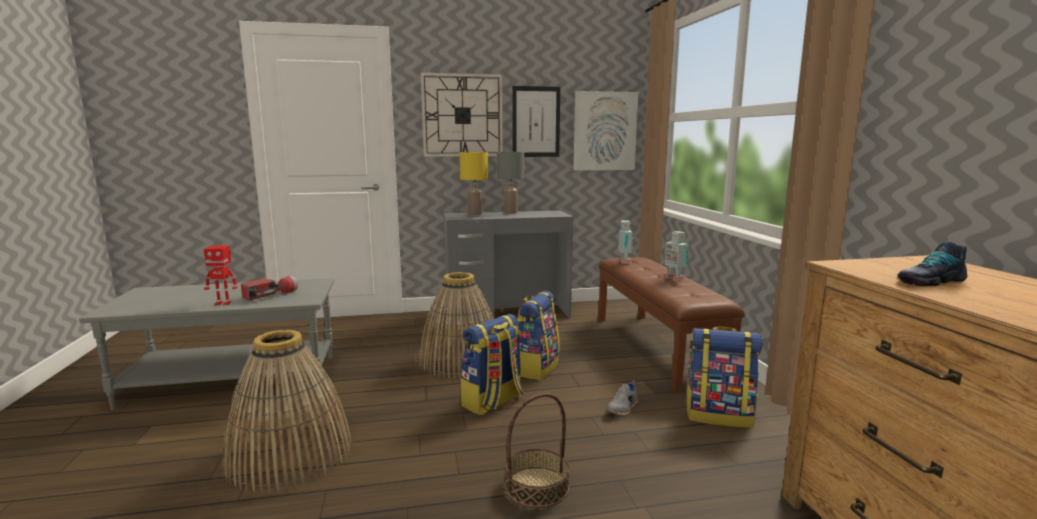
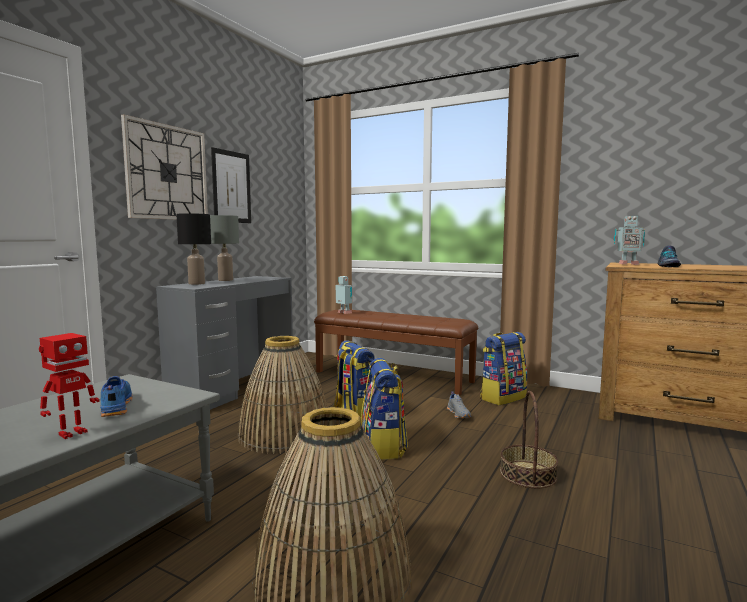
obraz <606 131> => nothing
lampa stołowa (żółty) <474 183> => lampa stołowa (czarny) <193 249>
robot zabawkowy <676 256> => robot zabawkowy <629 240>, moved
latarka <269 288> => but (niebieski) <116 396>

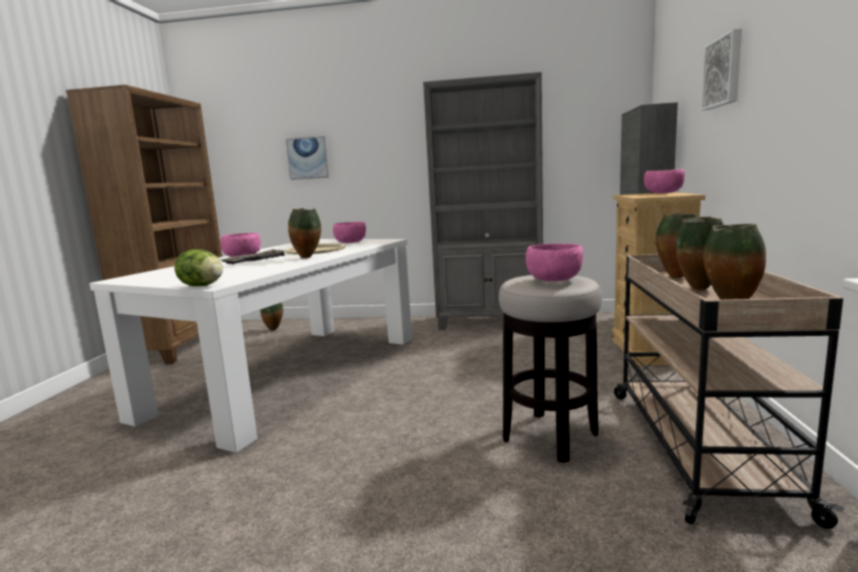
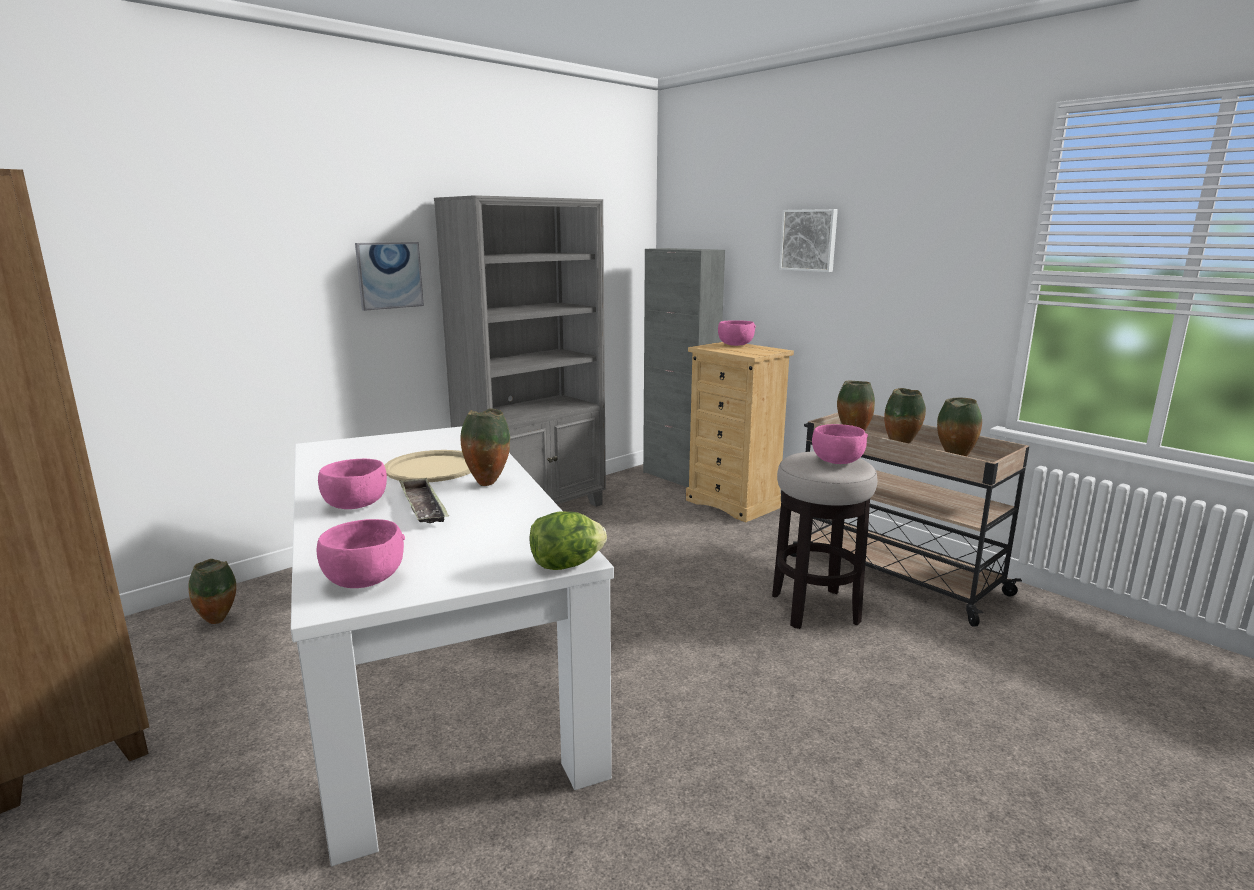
obraz <307 158> => obraz <389 276>, moved
miska (różowy) <349 232> => miska (różowy) <361 553>, moved

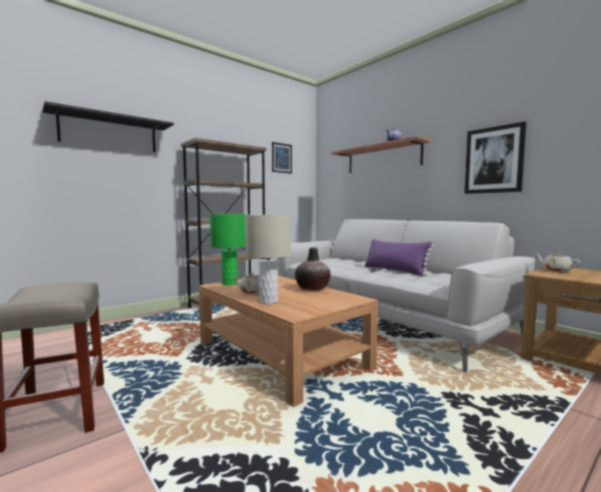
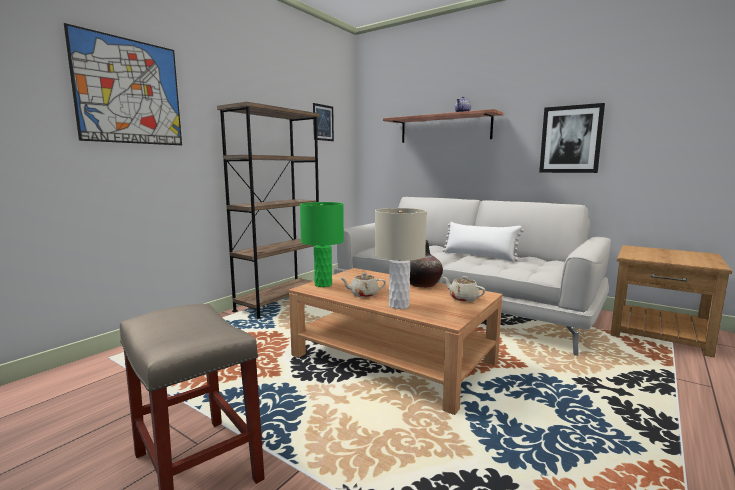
półka (czarny) <108 126> => obraz <123 84>
poduszka (fioletowy) <399 257> => poduszka (biały) <483 242>
imbryk (beżowy) <558 262> => imbryk (beżowy) <464 289>, moved

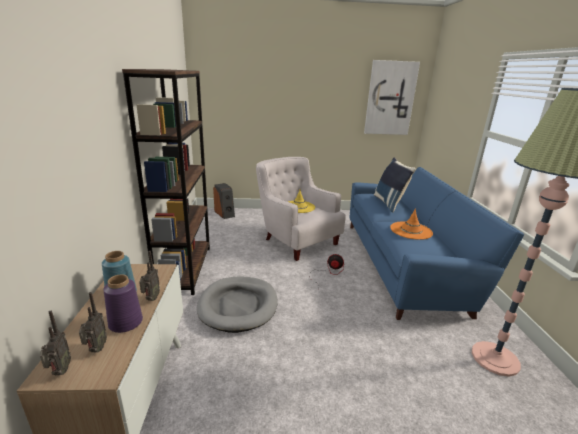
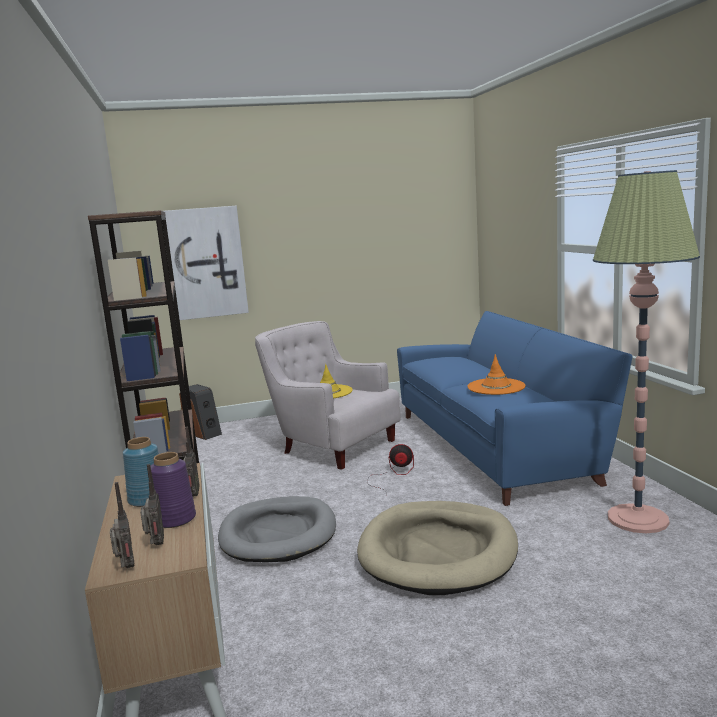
obraz <392 97> => obraz <206 263>, moved
poduszka (niebieski) <395 185> => nothing
nothing => legowisko (beżowy) <437 548>

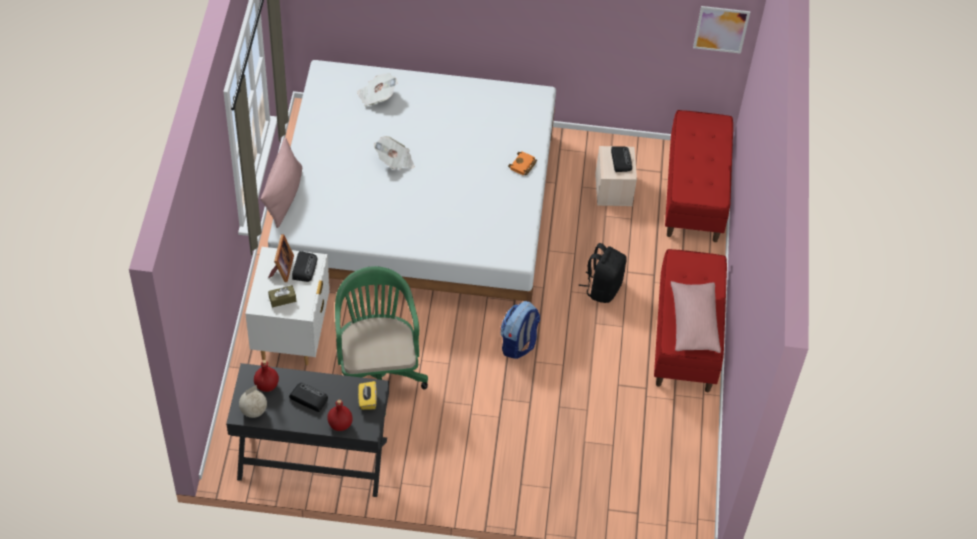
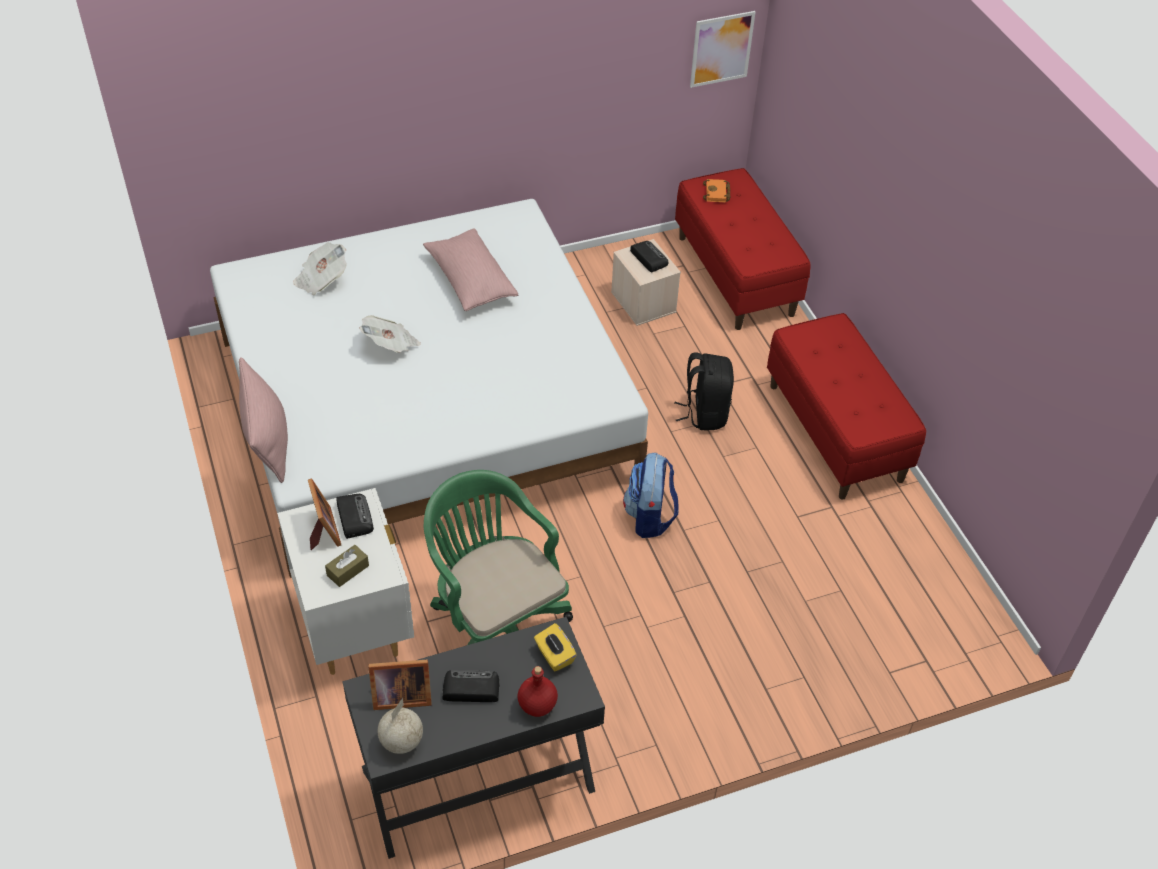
książka (pomarańczowy) <522 163> => książka (pomarańczowy) <716 190>, moved
poduszka (różowy) <696 317> => poduszka (różowy) <471 269>, moved
butelka (czerwony) <266 376> => ramka na zdjęcie <400 684>

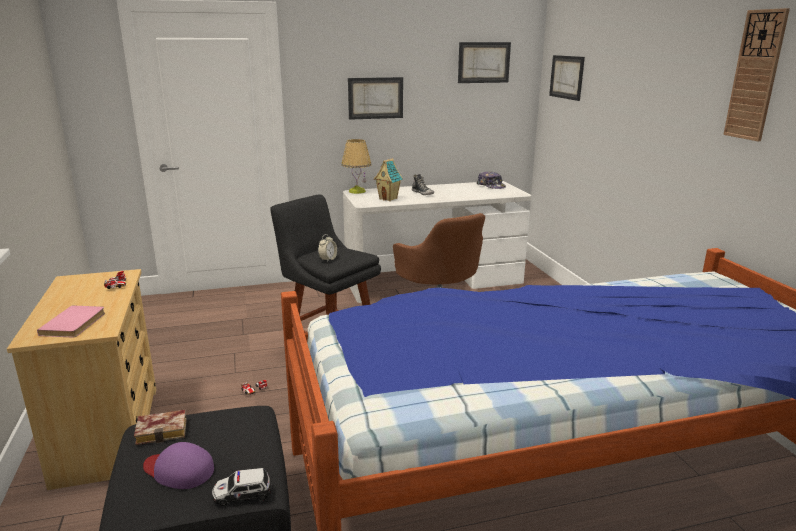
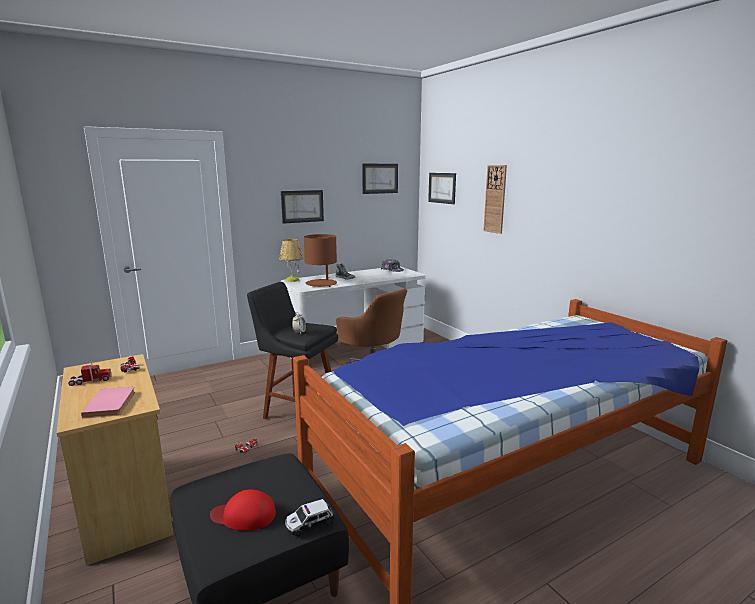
zegar ścienny <756 74> => zegar ścienny <495 199>, moved
domek <388 179> => lampa stołowa (brązowy) <320 260>
książka <160 427> => nothing
czapka z daszkiem (fioletowy) <178 465> => czapka z daszkiem (czerwony) <243 510>
nothing => ciężarówka zabawkowa <90 374>

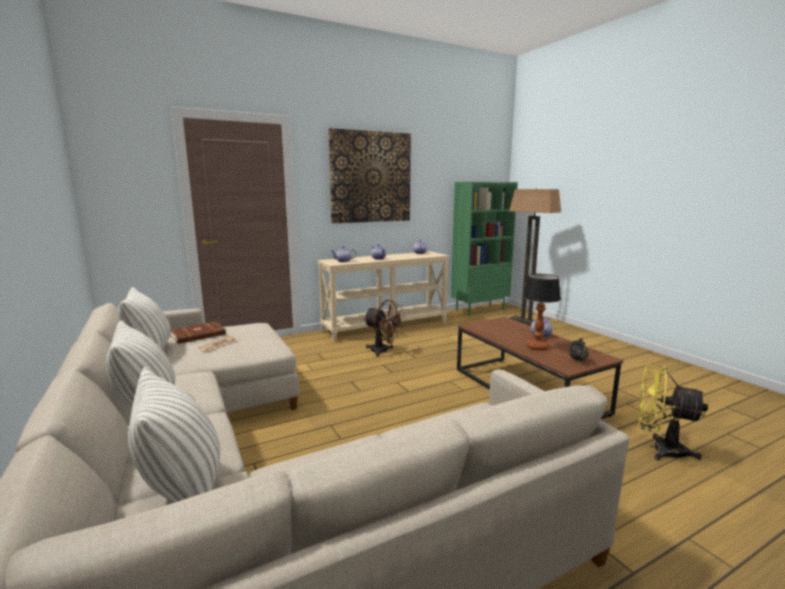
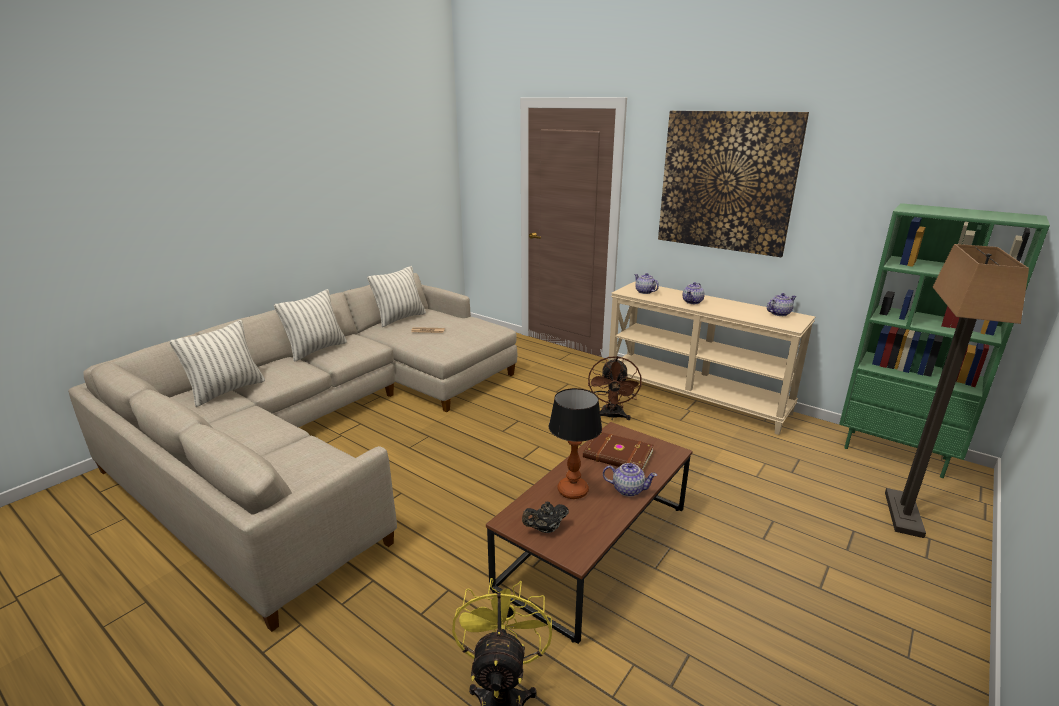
książka (brązowy) <198 333> => książka (brązowy) <618 451>, moved

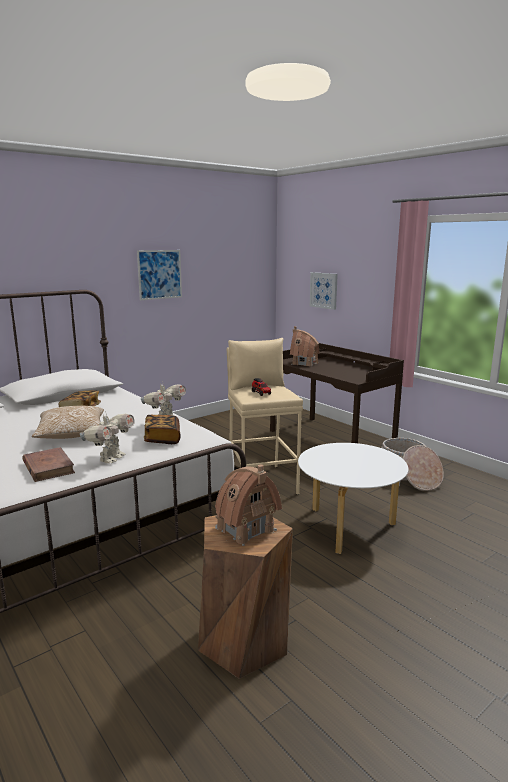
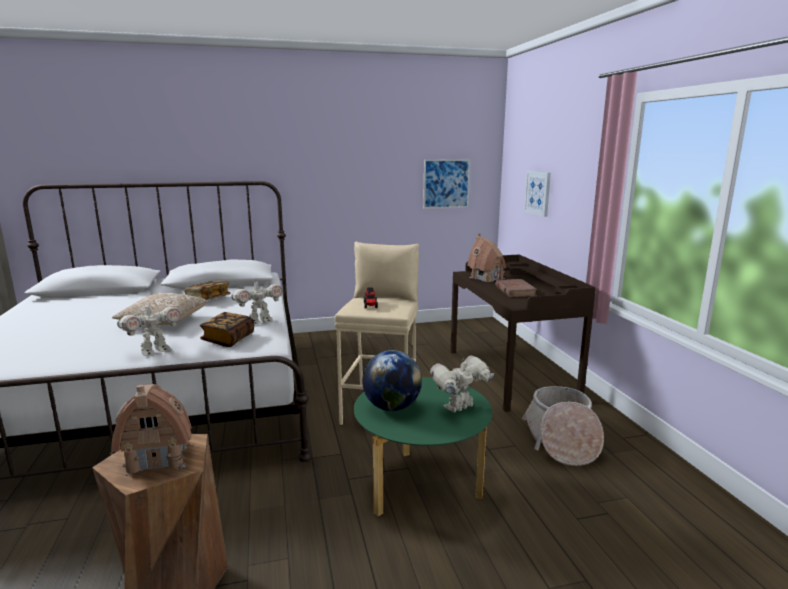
obraz <159 275> => obraz <446 184>, moved
ława (biały) <353 498> => ława (zielony) <423 447>
książka (brązowy) <48 464> => książka (brązowy) <516 288>, moved
nothing => globus <392 380>
nothing => robot zabawkowy <462 384>

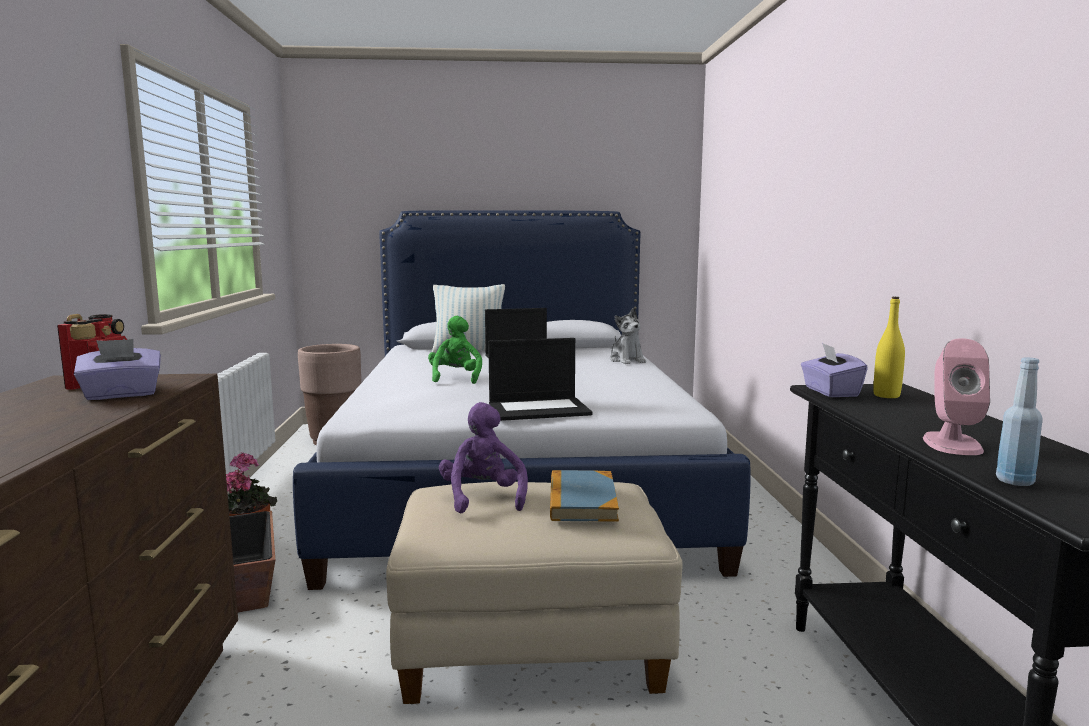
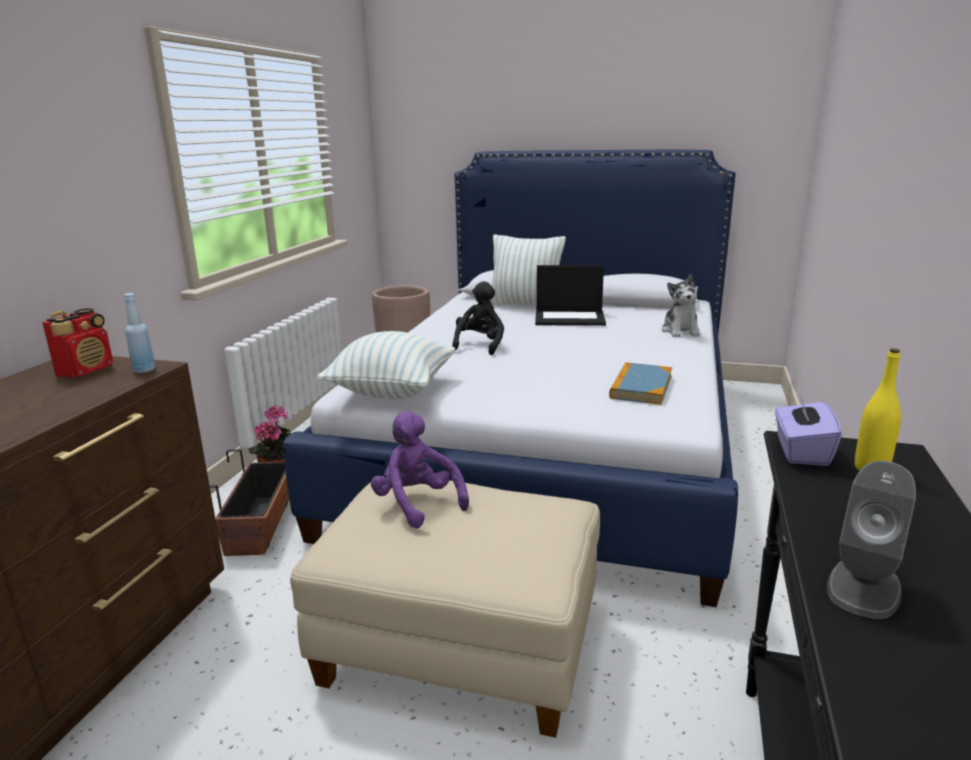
pluszak (zielony) <455 350> => pluszak (czarny) <478 318>
laptop <540 379> => nothing
głośnik (różowy) <956 396> => głośnik (szary) <871 540>
pudełko chusteczek (fioletowy) <117 369> => nothing
butelka (niebieski) <1019 421> => butelka (niebieski) <139 333>, moved
pluszak (fioletowy) <483 457> => pluszak (fioletowy) <420 470>, 45 degrees counterclockwise
książka <584 496> => książka <640 383>, moved
nothing => poduszka <386 365>

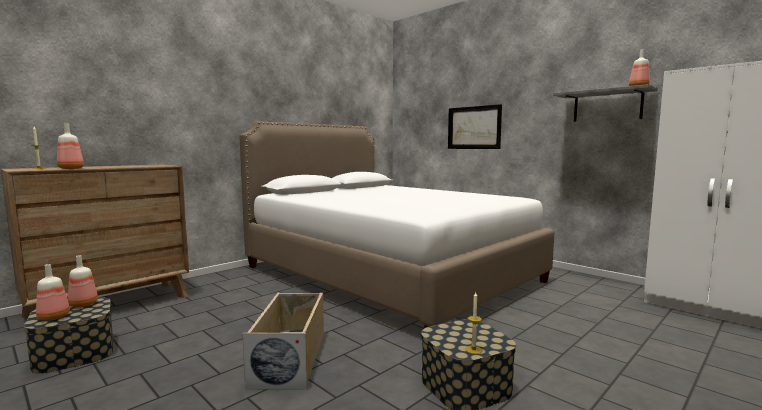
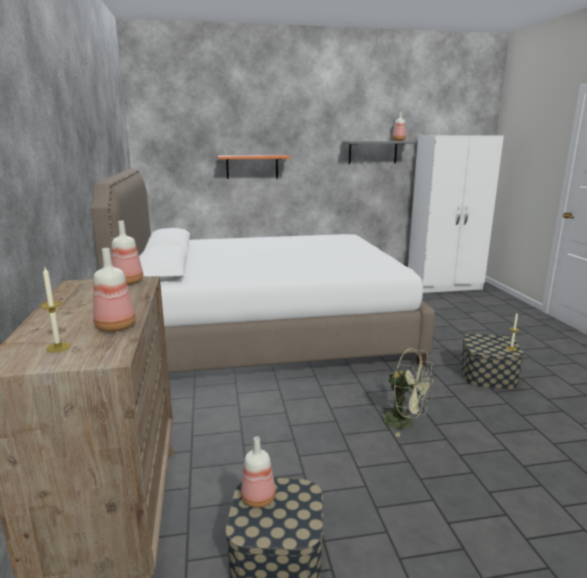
obraz <475 126> => półka (pomarańczowy) <253 167>
butelka <53 292> => butelka <127 253>, moved
pojemnik do przechowywania (beżowy) <283 341> => wentylator (zielony) <407 392>

